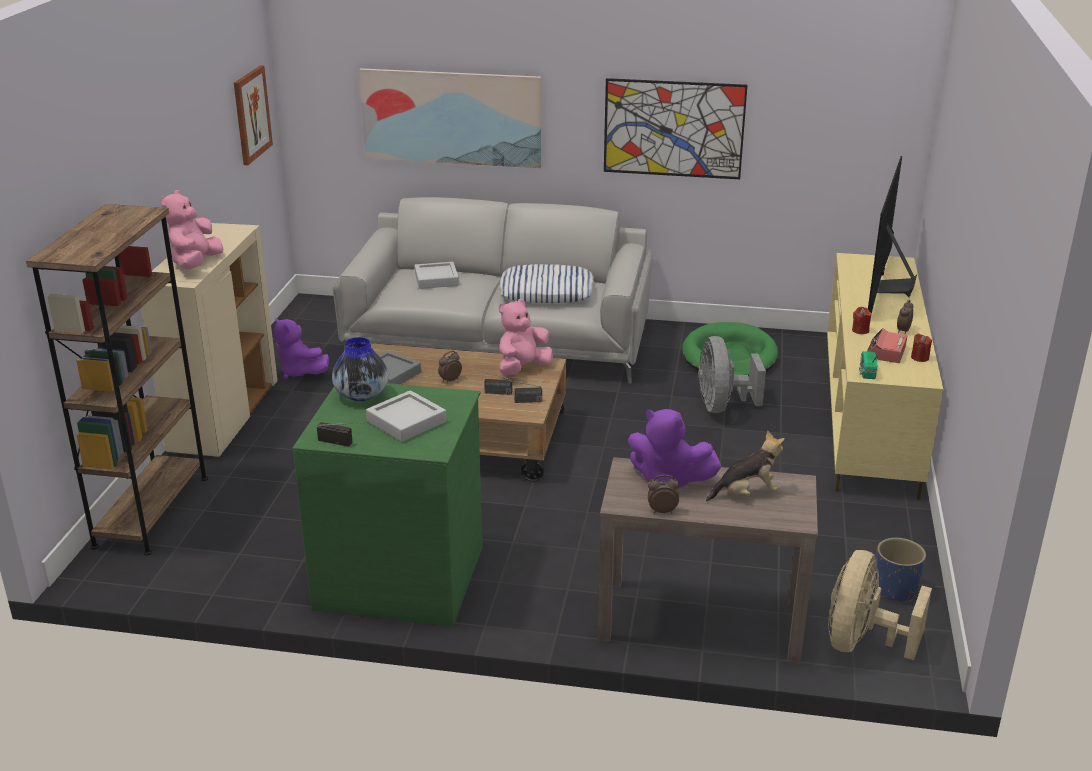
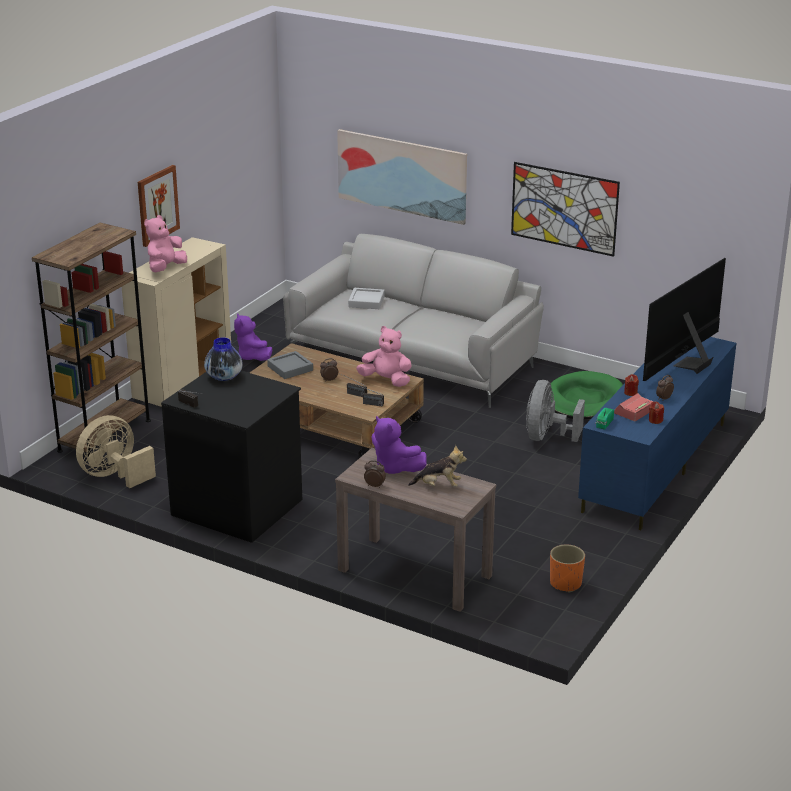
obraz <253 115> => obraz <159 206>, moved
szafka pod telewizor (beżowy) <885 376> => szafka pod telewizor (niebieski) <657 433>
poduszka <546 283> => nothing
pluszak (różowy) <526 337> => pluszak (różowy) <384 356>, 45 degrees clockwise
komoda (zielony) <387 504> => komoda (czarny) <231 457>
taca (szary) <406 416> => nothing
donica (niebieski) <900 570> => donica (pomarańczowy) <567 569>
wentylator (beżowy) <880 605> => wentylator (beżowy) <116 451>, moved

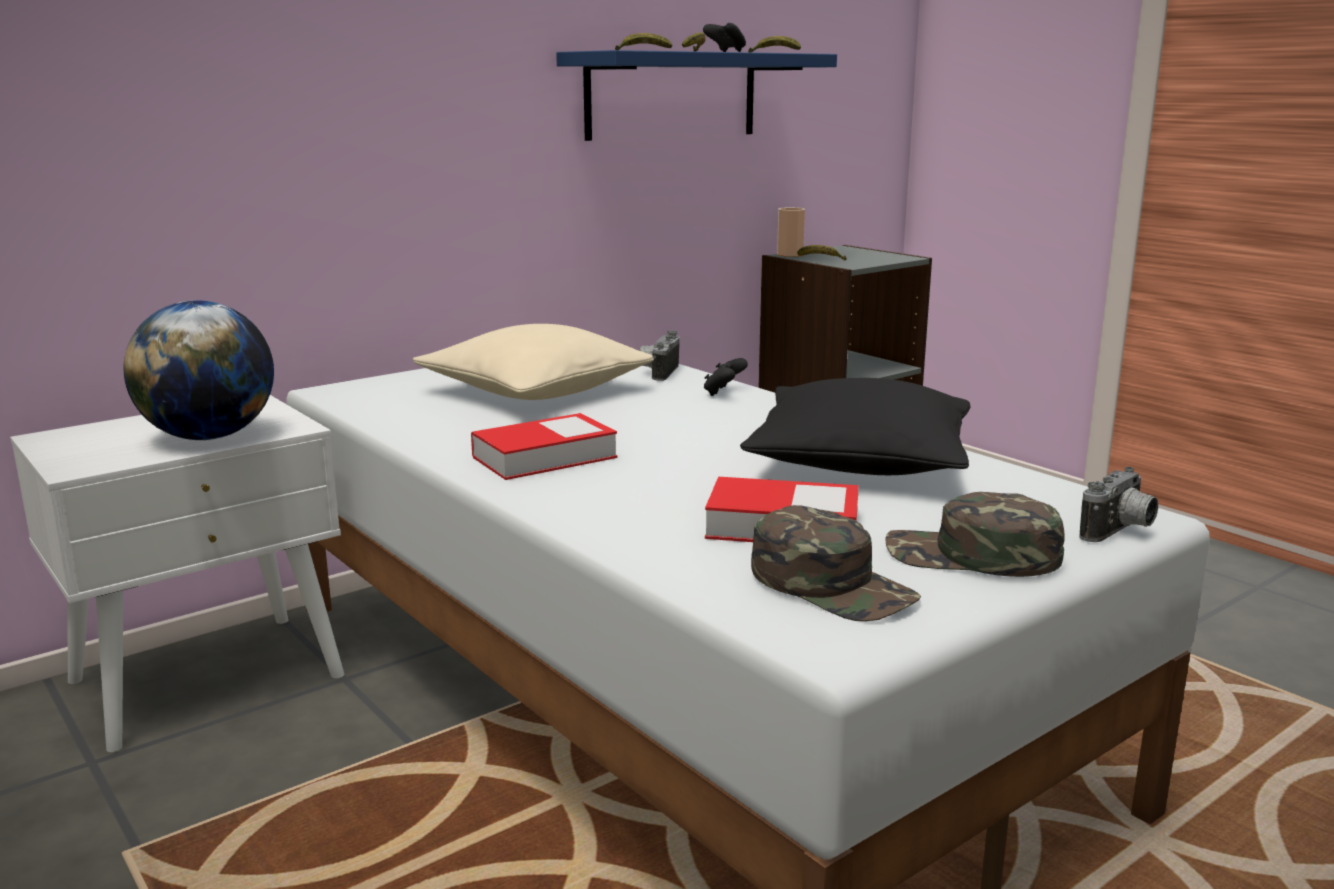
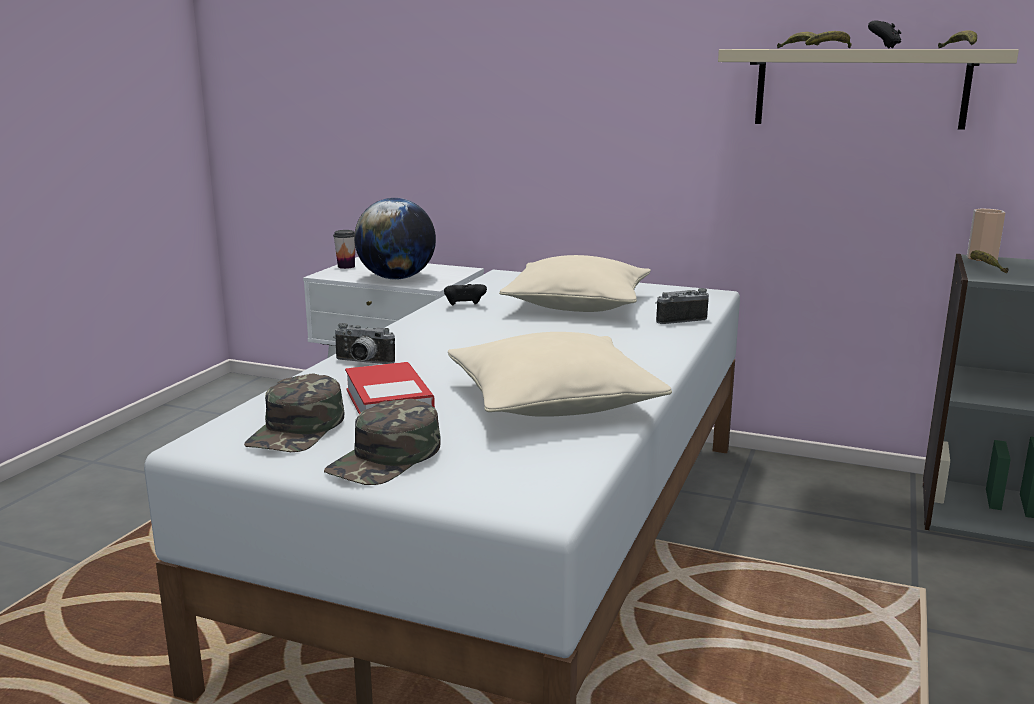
półka (niebieski) <696 95> => półka (beżowy) <868 89>
pad do gier (czarny) <726 377> => pad do gier (czarny) <465 294>, moved
poduszka (czarny) <855 426> => poduszka (beżowy) <560 374>
książka <544 446> => nothing
aparat fotograficzny <1118 504> => aparat fotograficzny <364 343>, moved
czapka z daszkiem (zielony) <975 534> => czapka z daszkiem (zielony) <382 442>, 135 degrees counterclockwise
nothing => filiżanka <344 249>

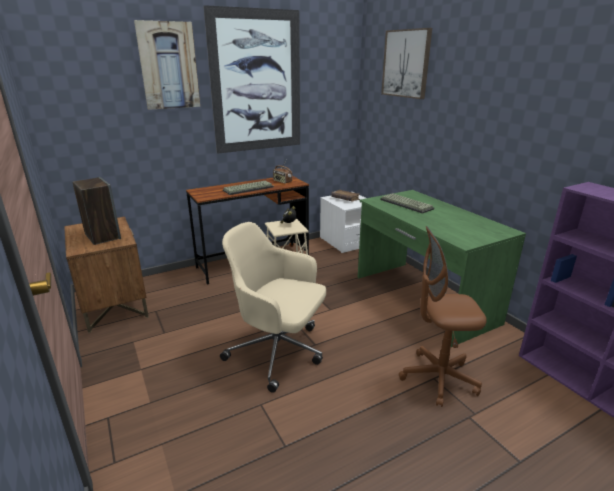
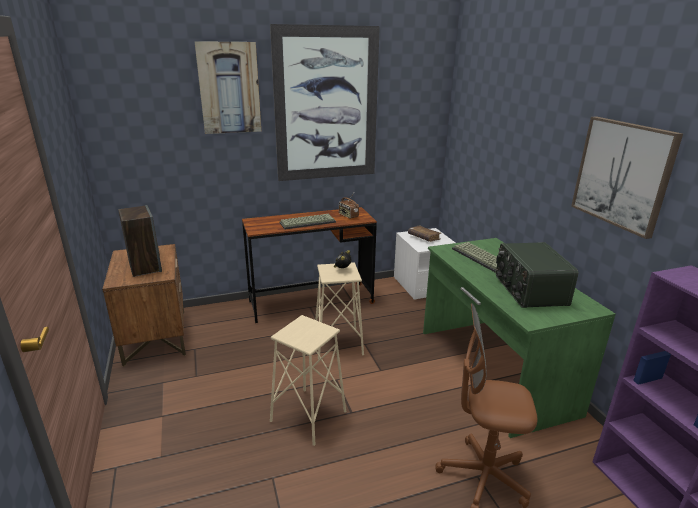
obraz <406 63> => obraz <627 178>, moved
krzesło biurowe (beżowy) <273 307> => stołek (beżowy) <308 380>
nothing => radio <537 275>

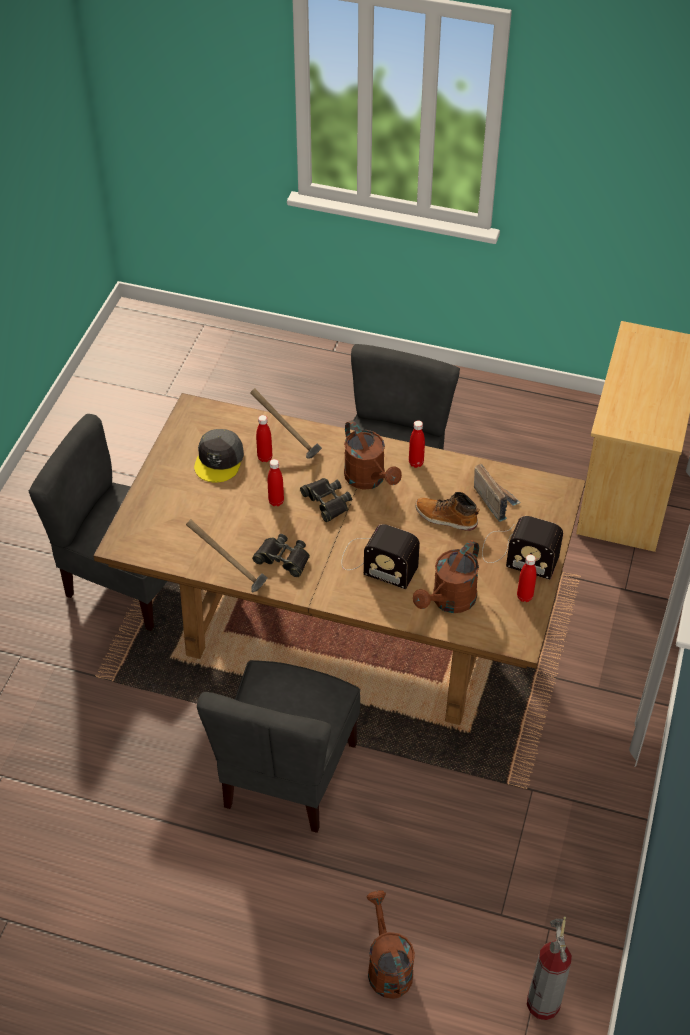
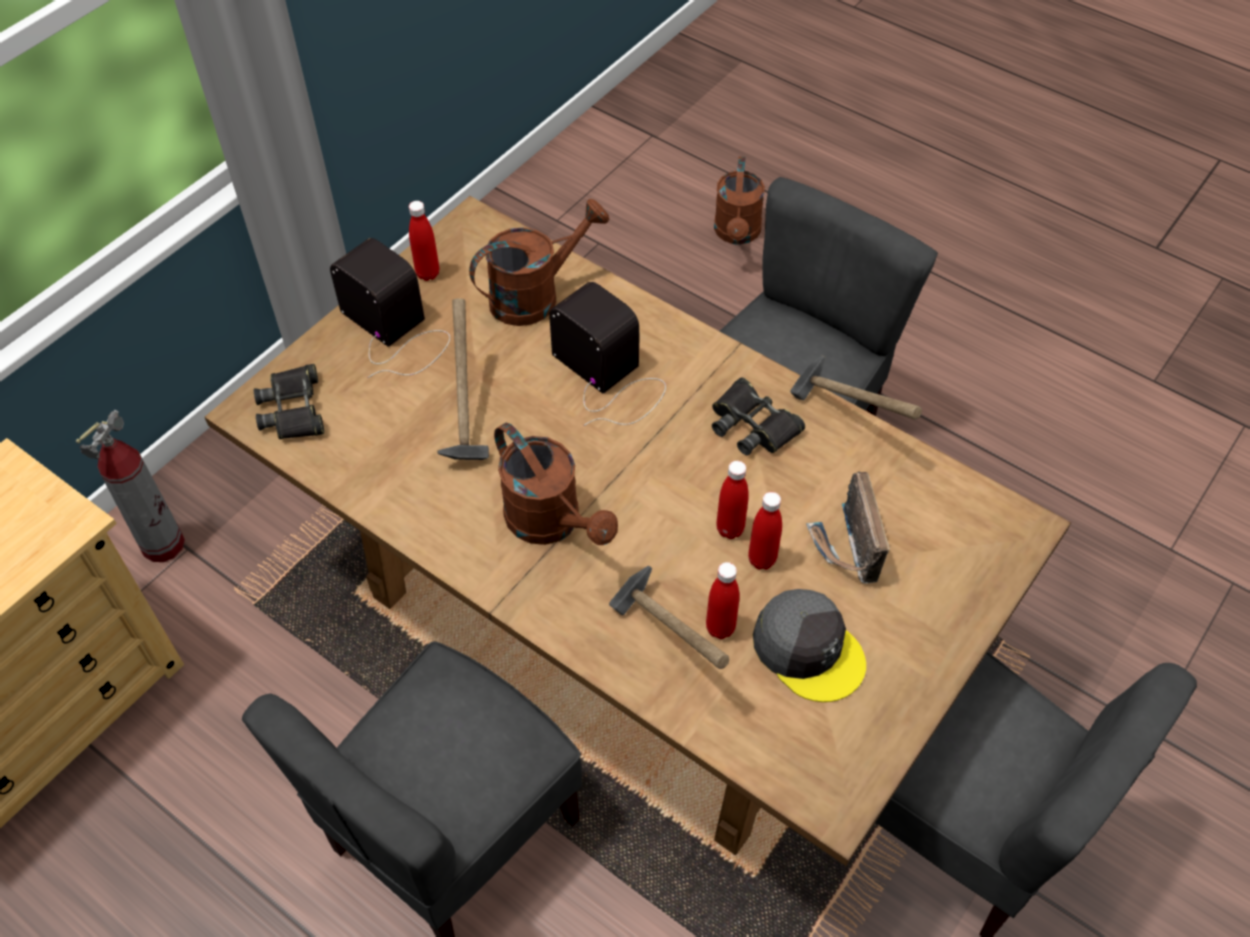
konewka (brązowy) <373 455> => konewka (brązowy) <556 484>, 150 degrees clockwise
butelka (czerwony) <417 444> => butelka (czerwony) <765 531>, moved
czapka z daszkiem (szary) <219 456> => czapka z daszkiem (szary) <809 645>, 105 degrees clockwise
radio <497 493> => radio <848 528>, moved
lornetka (czarny) <326 500> => lornetka (czarny) <289 401>, moved
but z cholewką <447 511> => młotek <463 379>
gaśnica <549 968> => gaśnica <130 486>, moved

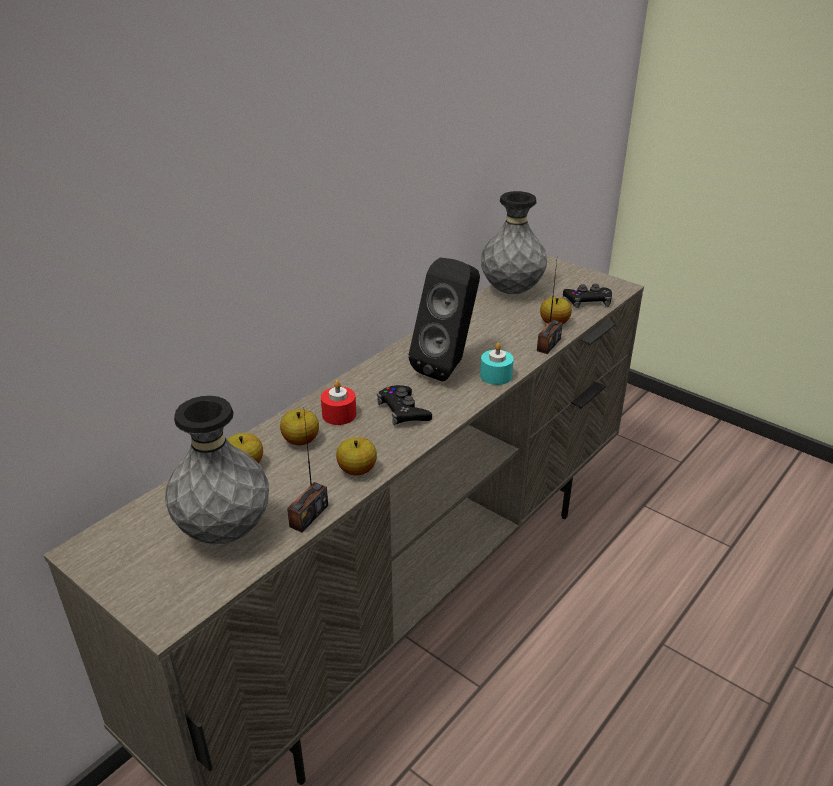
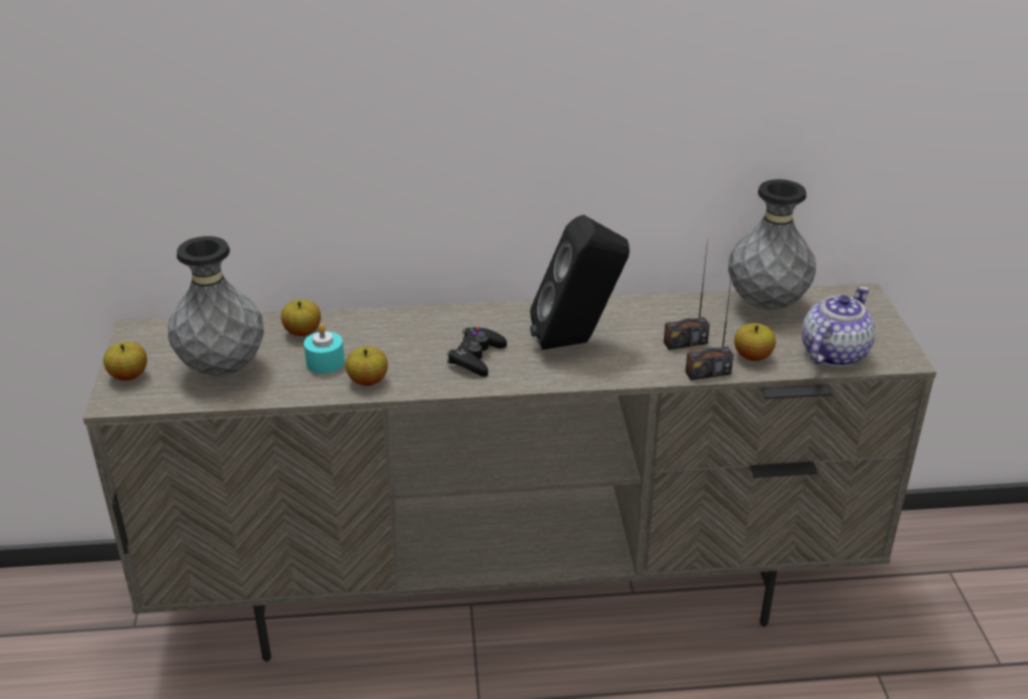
pad do gier (czarny) <587 296> => imbryk <838 326>
świeca (turkusowy) <497 364> => świeca (turkusowy) <324 349>, moved
świeca (czerwony) <338 402> => nothing
jabłko <299 427> => jabłko <125 361>, moved
radio <307 472> => radio <687 295>, moved

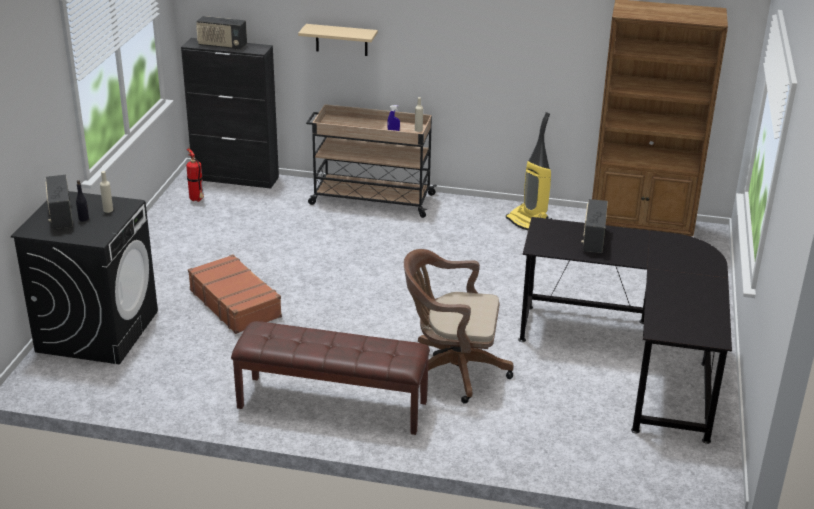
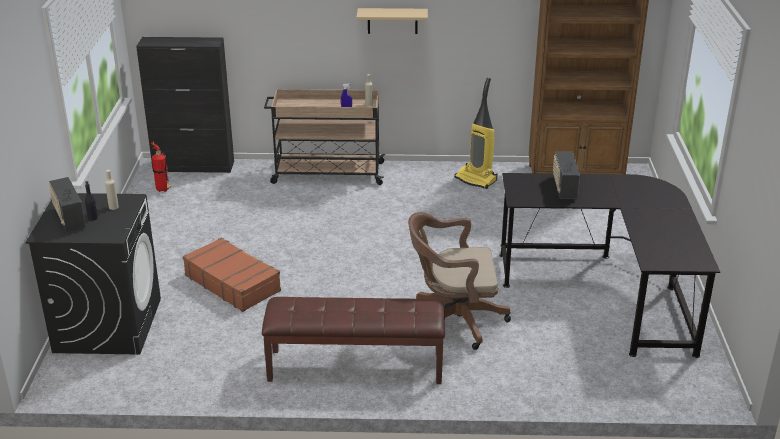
radio <221 33> => nothing
półka (beżowy) <338 40> => półka (beżowy) <392 21>, moved

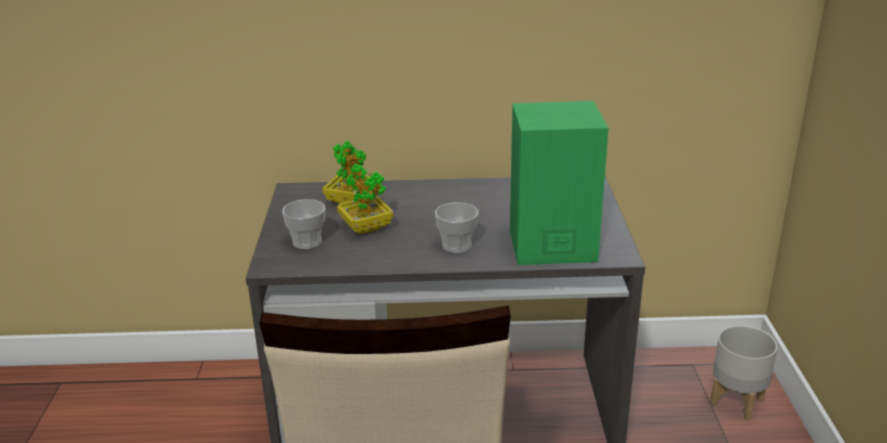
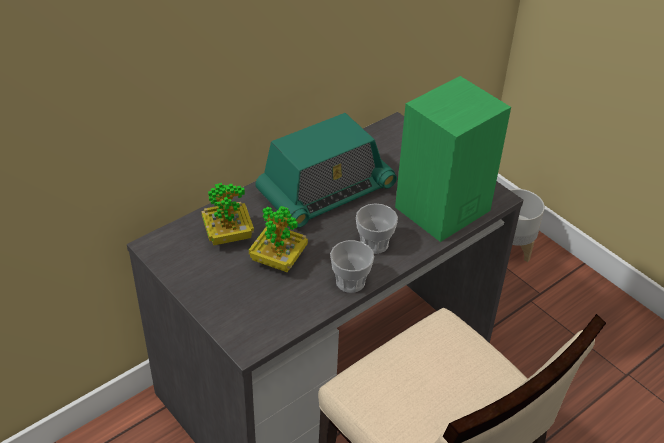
filiżanka <304 224> => filiżanka <352 266>, moved
nothing => radio <326 170>

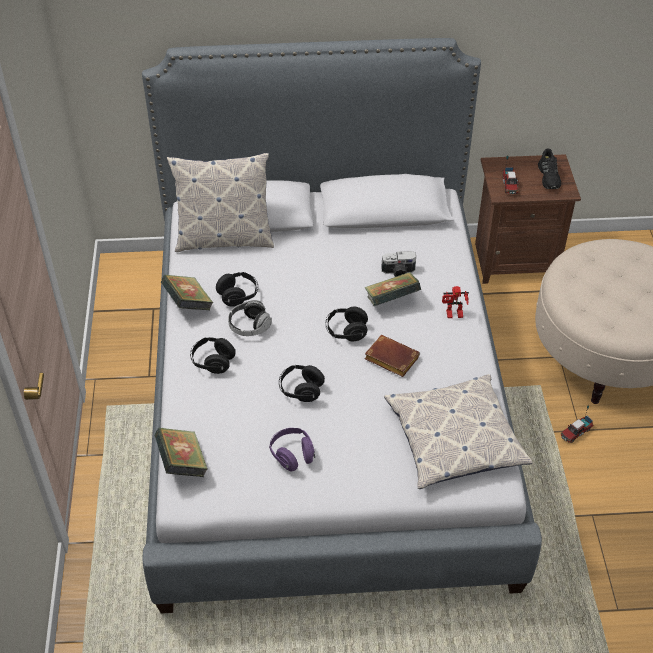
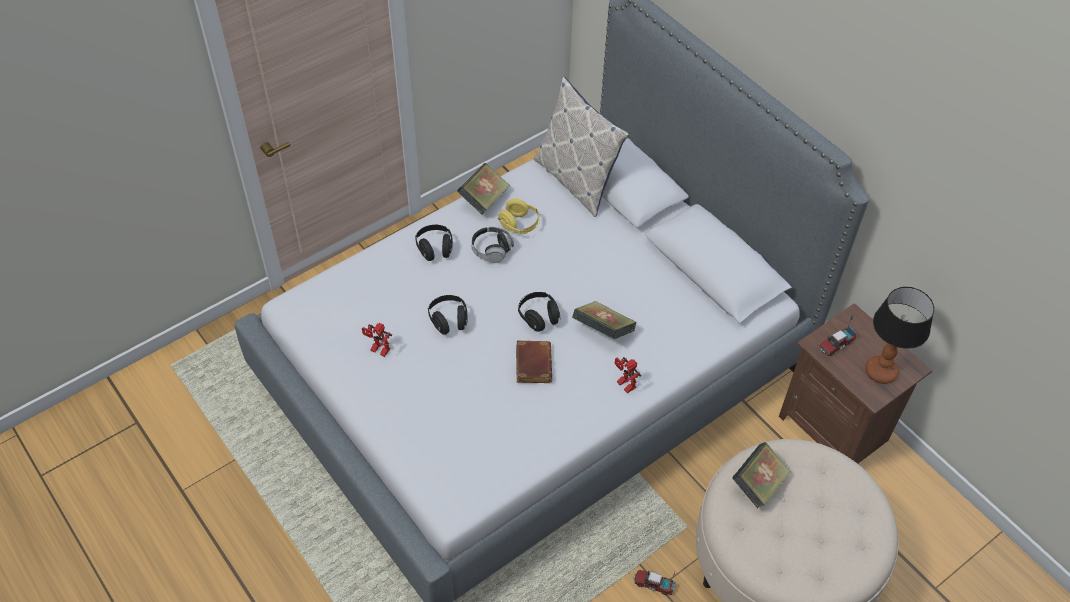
but (czarny) <549 168> => lampa stołowa <899 335>
aparat fotograficzny <398 264> => nothing
słuchawki (czarny) <237 289> => słuchawki (żółty) <519 216>
poduszka <458 431> => nothing
książka <181 452> => książka <761 475>, moved
słuchawki (fioletowy) <292 449> => robot zabawkowy <377 340>

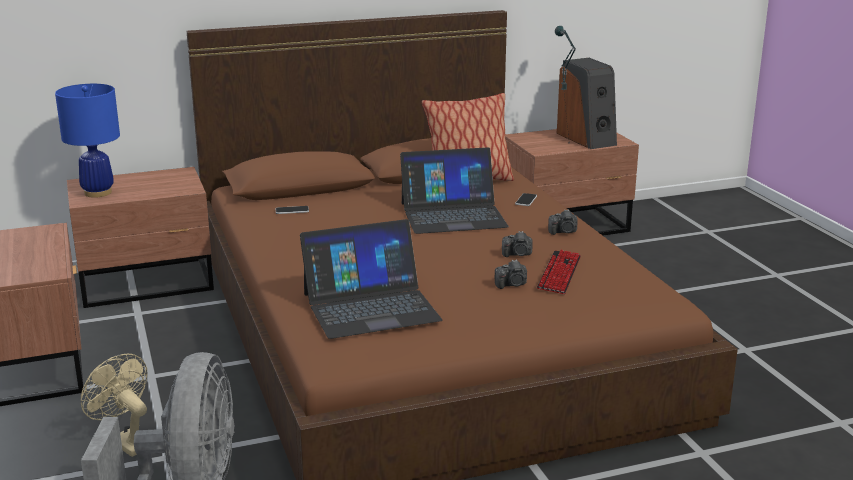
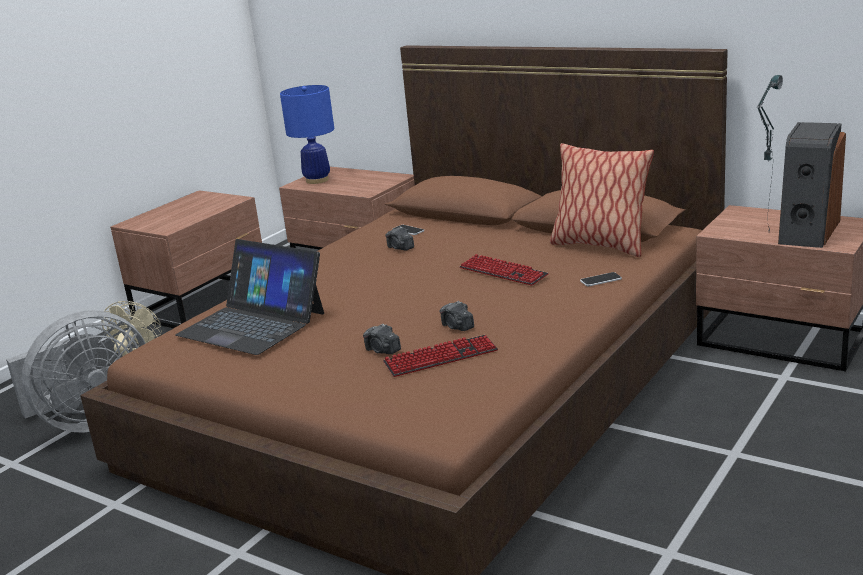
laptop <454 190> => klawiatura <504 270>
aparat fotograficzny <563 222> => aparat fotograficzny <399 238>, moved

